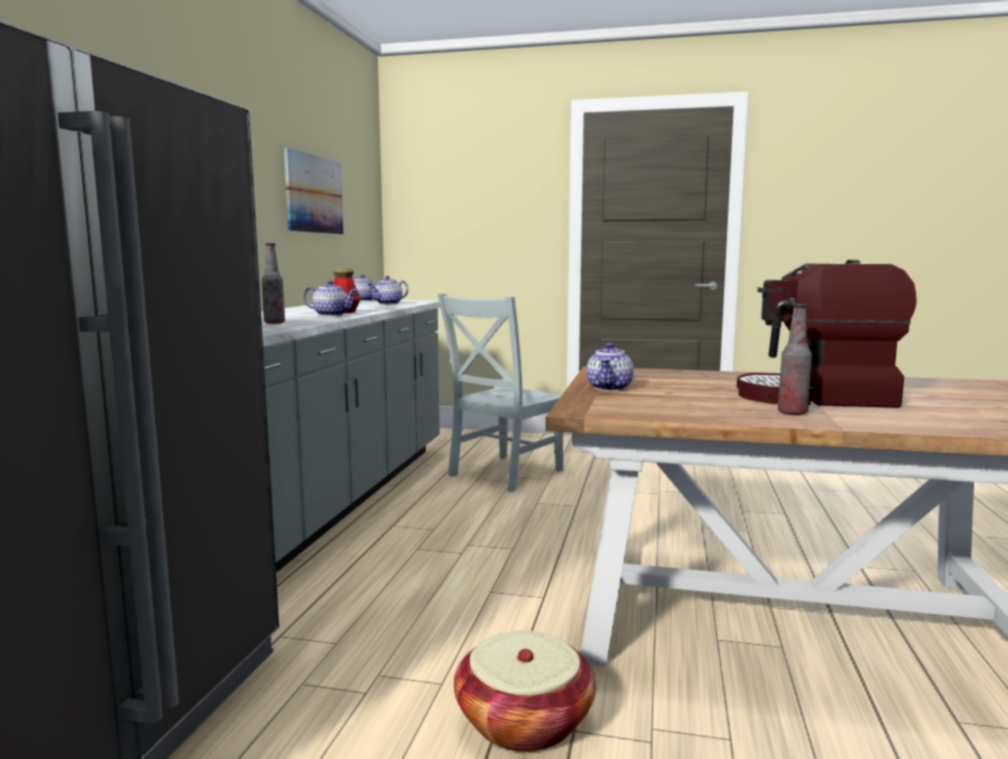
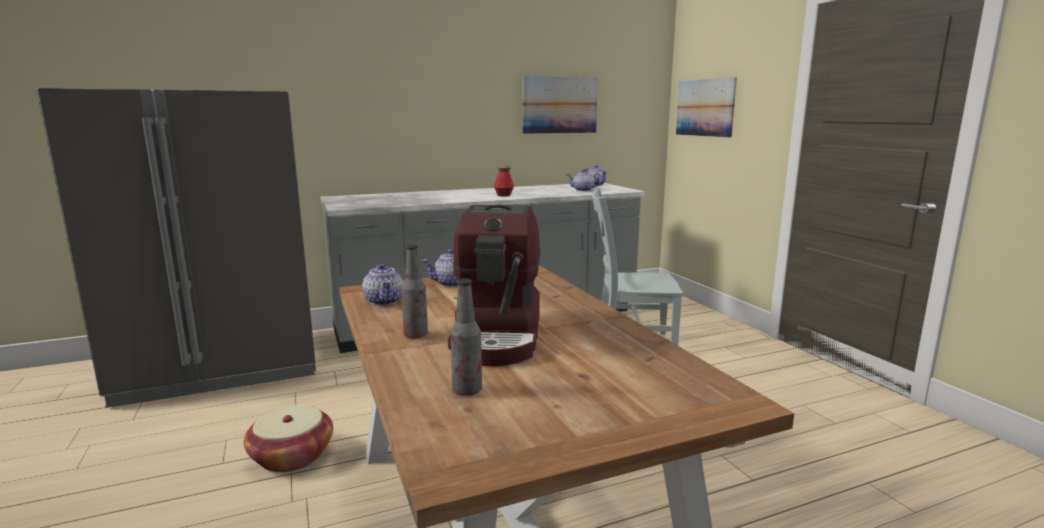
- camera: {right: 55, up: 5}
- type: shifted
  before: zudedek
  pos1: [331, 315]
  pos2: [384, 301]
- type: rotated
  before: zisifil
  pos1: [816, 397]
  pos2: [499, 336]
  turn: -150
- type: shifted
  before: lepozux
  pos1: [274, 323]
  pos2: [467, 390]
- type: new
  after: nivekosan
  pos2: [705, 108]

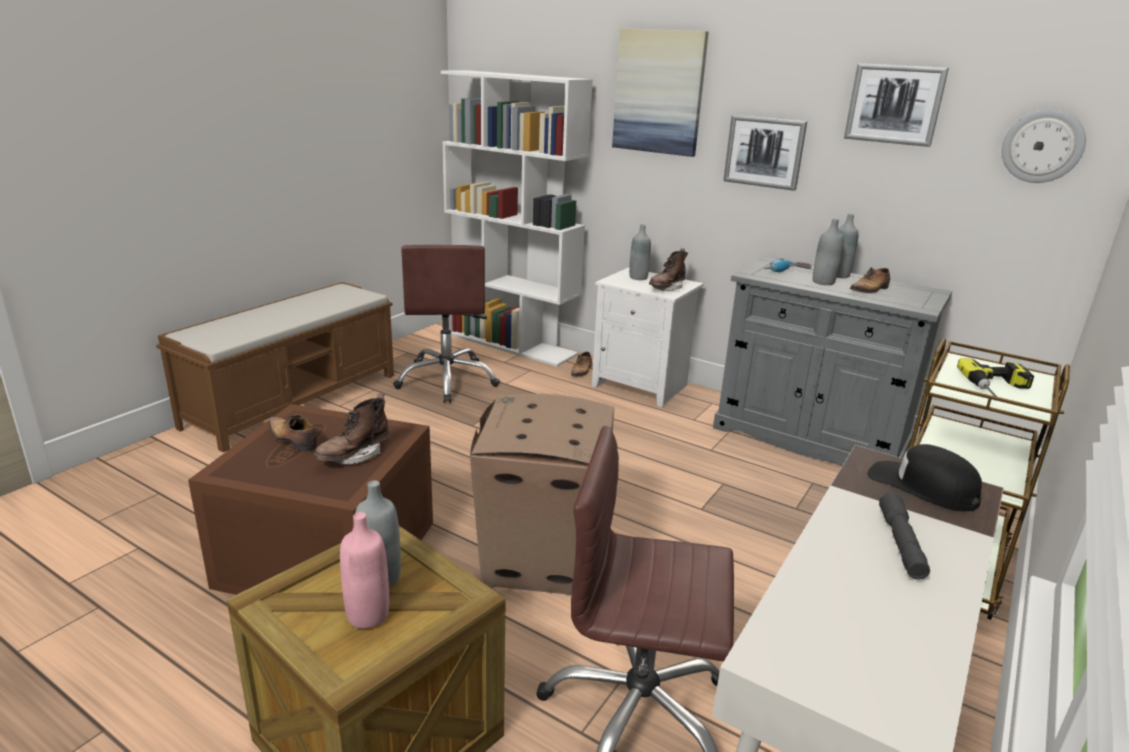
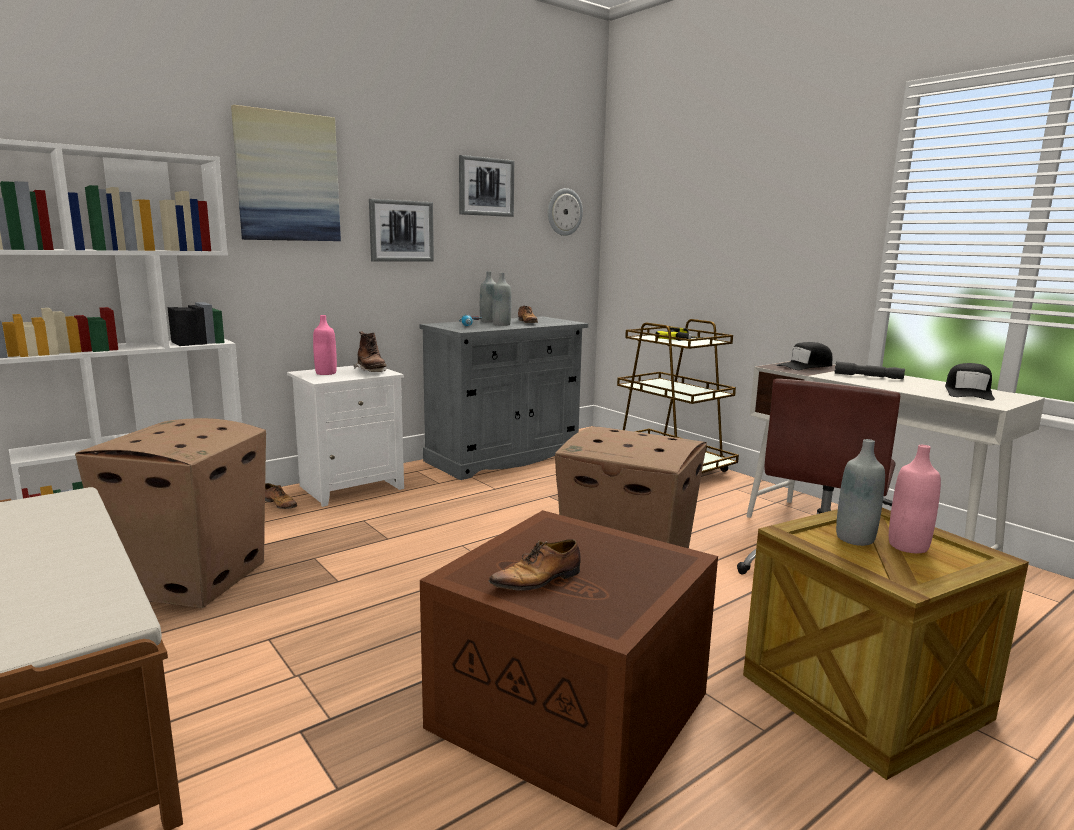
- camera: {right: -70, up: -10}
- type: swapped
  before: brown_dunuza
  after: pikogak
  pos1: [447, 380]
  pos2: [190, 580]
- type: repainted
  before: grey_lepozux
  after: pink_lepozux
  pos1: [638, 277]
  pos2: [326, 373]
- type: new
  after: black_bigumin
  pos2: [968, 393]
- type: gone
  before: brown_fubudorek
  pos1: [354, 456]

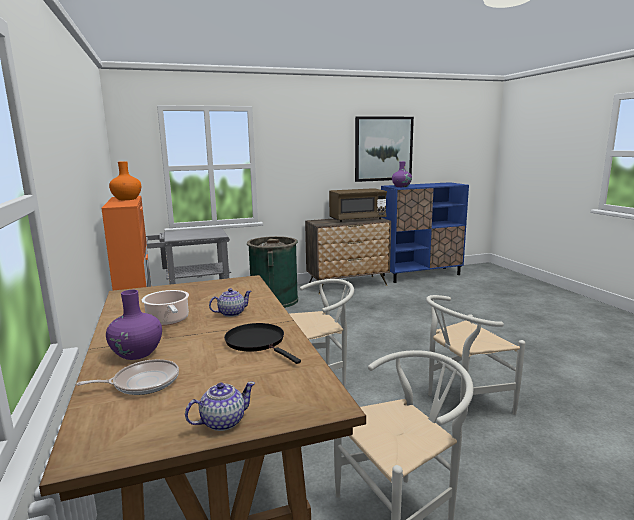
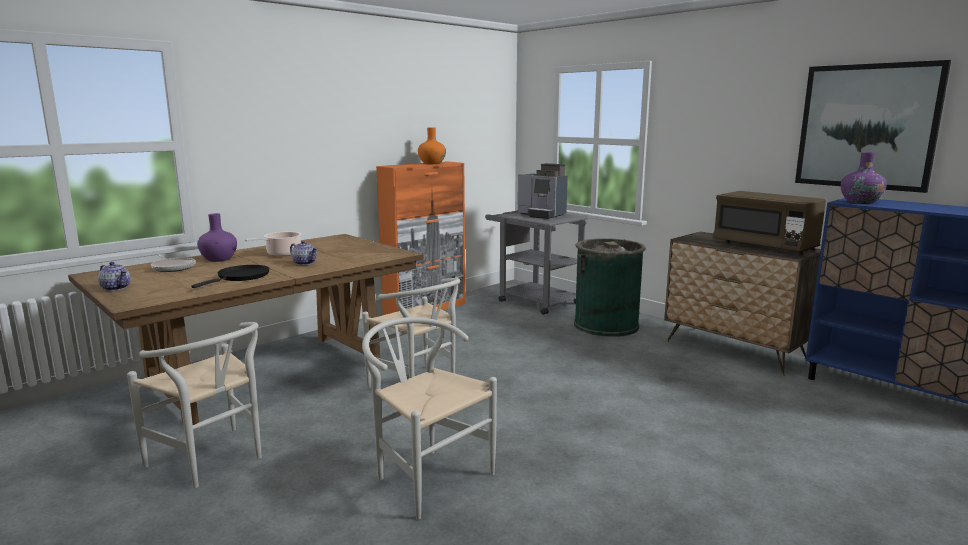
- camera: {right: 65, up: 0}
- type: new
  after: zisifil
  pos2: [542, 215]

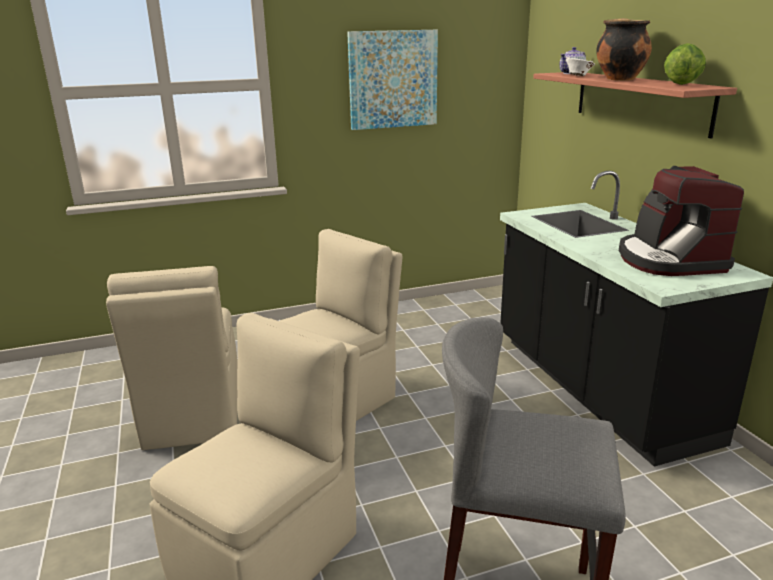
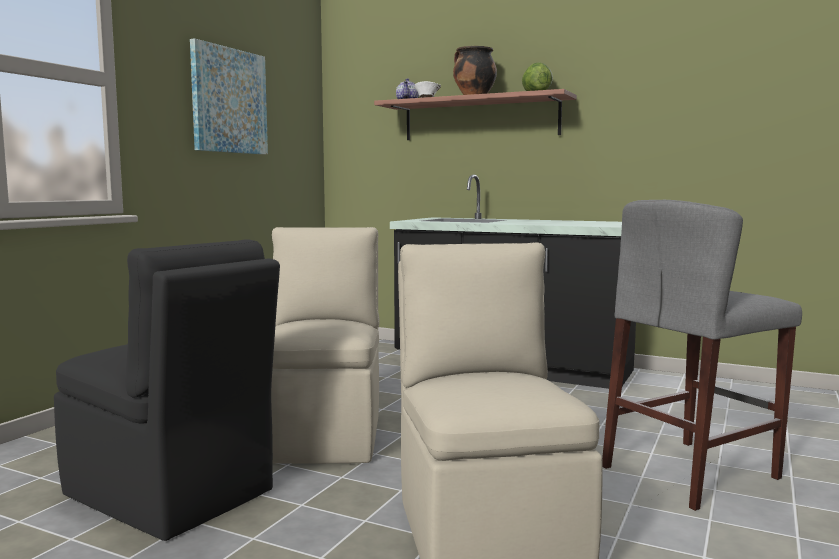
- camera: {right: -45, up: -15}
- type: repainted
  before: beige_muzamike
  after: black_muzamike
  pos1: [192, 415]
  pos2: [171, 494]
- type: gone
  before: zisifil
  pos1: [669, 260]

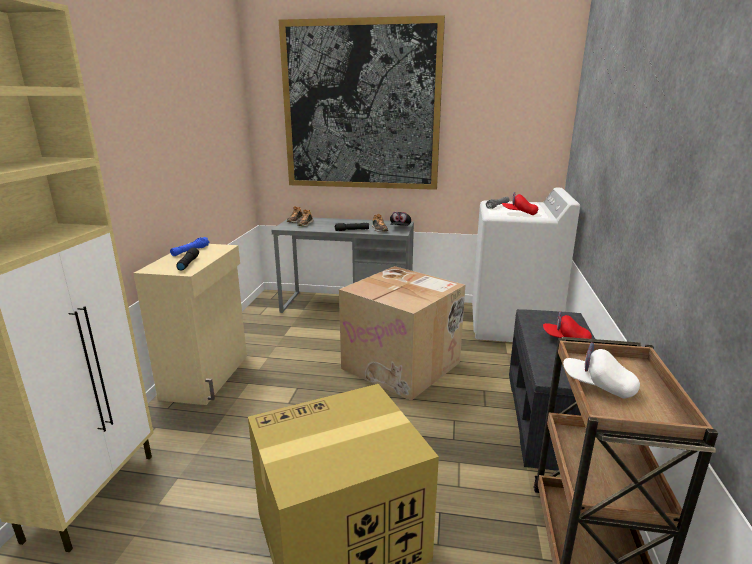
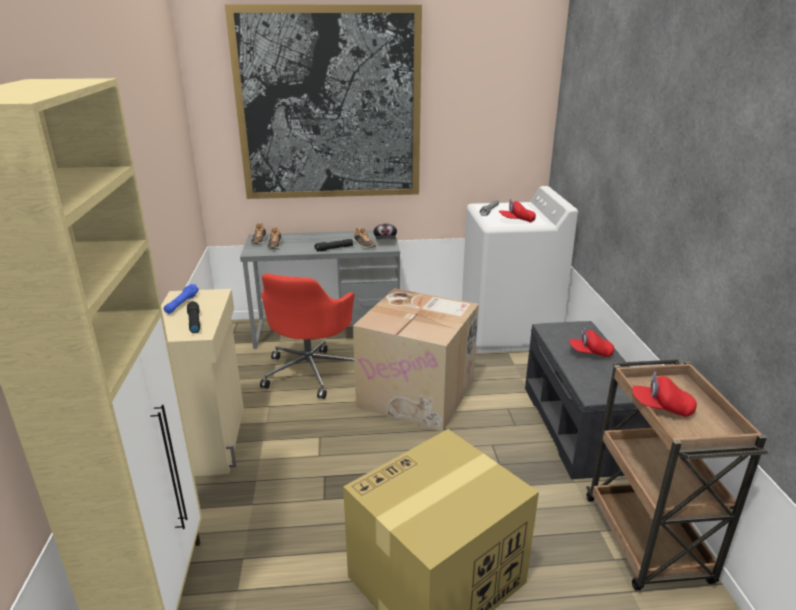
- camera: {right: -15, up: 5}
- type: new
  after: red_dunuza
  pos2: [311, 371]
- type: repainted
  before: white_bigumin
  after: red_bigumin
  pos1: [598, 386]
  pos2: [661, 407]

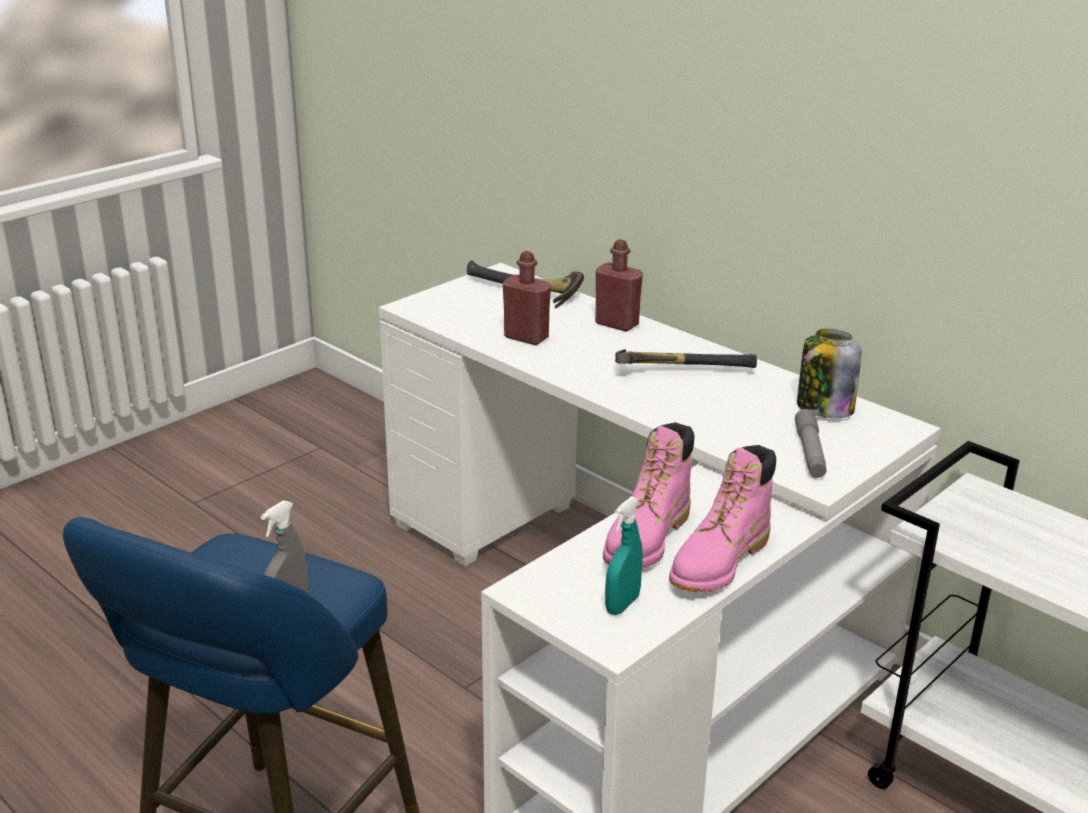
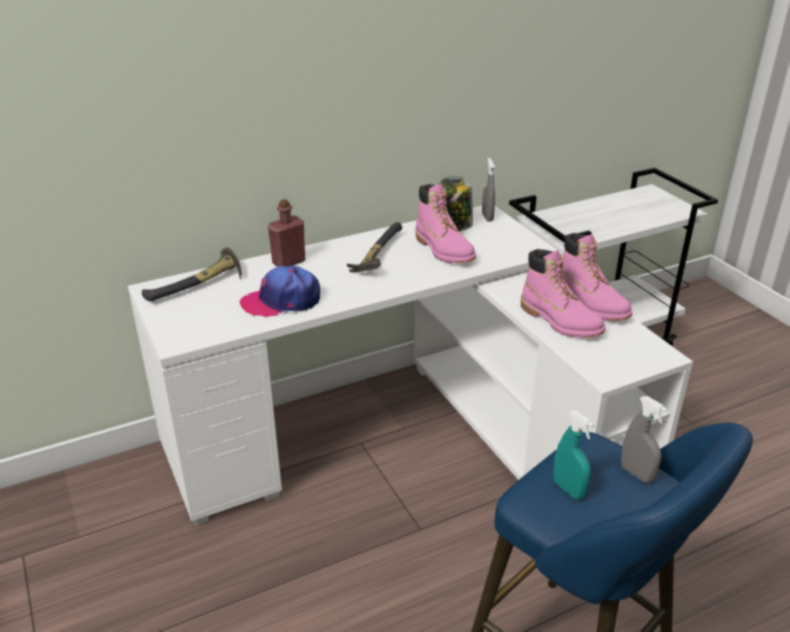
- camera: {right: -70, up: 5}
- type: swapped
  before: red_lepozux
  after: bigumin
  pos1: [526, 337]
  pos2: [281, 301]
- type: new
  after: pink_fubudorek
  pos2: [444, 250]
- type: new
  after: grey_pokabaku
  pos2: [487, 217]
- type: shifted
  before: turquoise_pokabaku
  pos1: [622, 605]
  pos2: [568, 489]
- type: gone
  before: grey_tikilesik
  pos1: [810, 452]

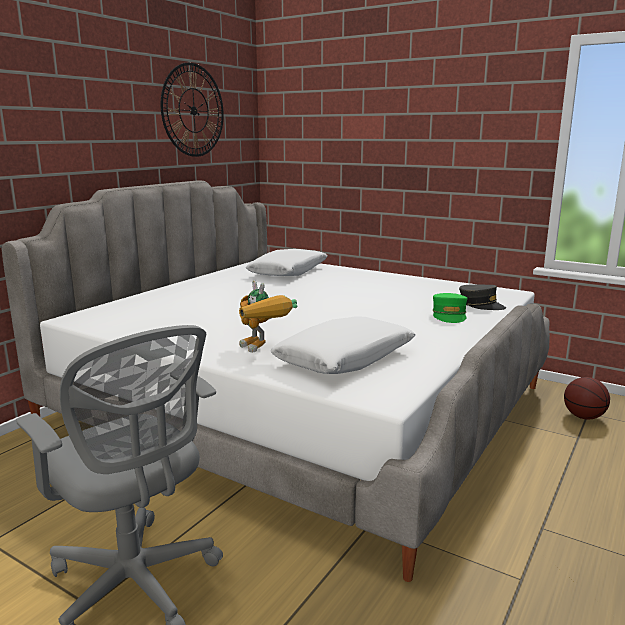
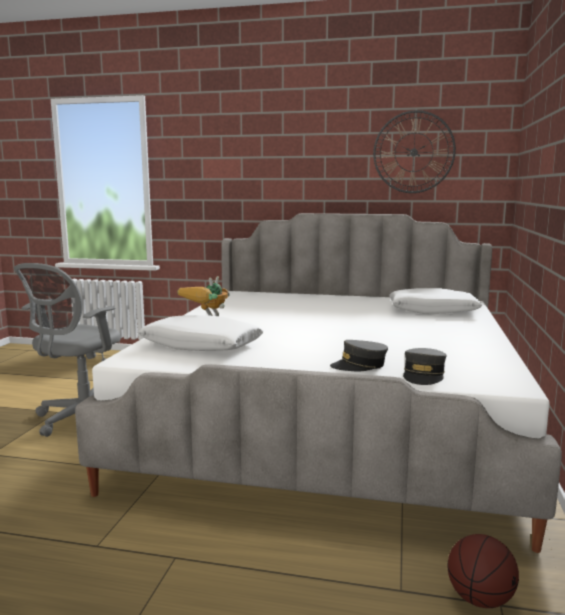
- camera: {right: 70, up: -5}
- type: repainted
  before: green_bigumin
  after: grey_bigumin
  pos1: [449, 315]
  pos2: [359, 365]

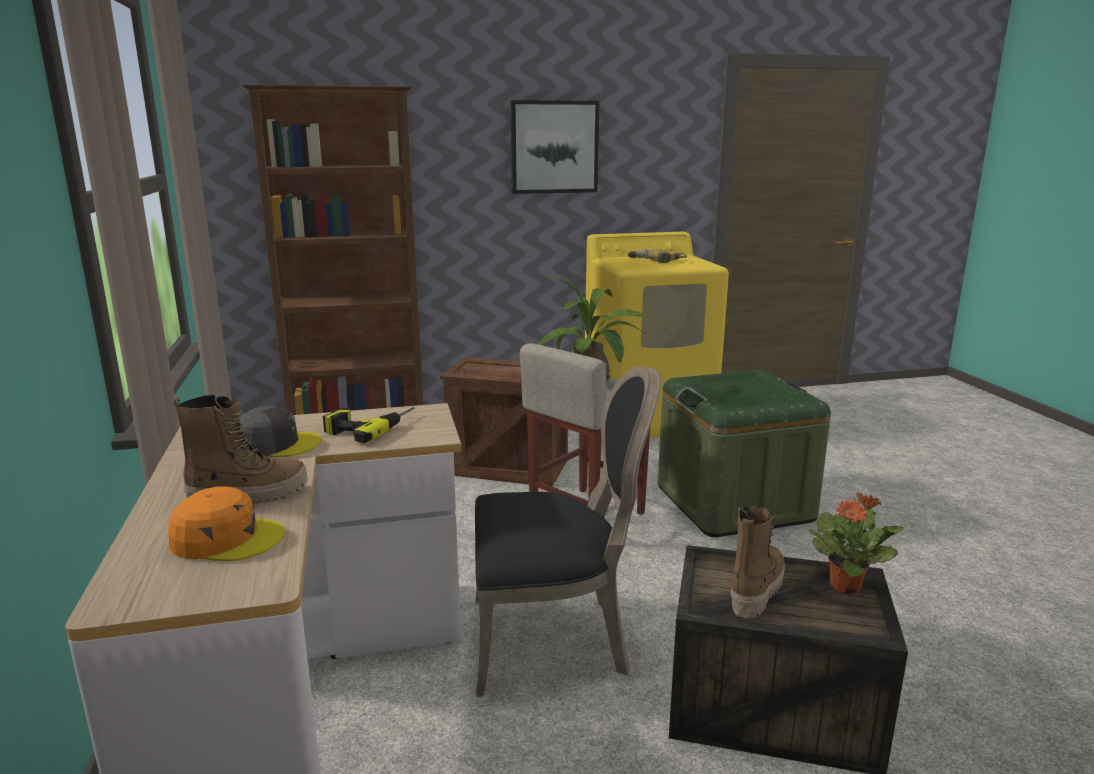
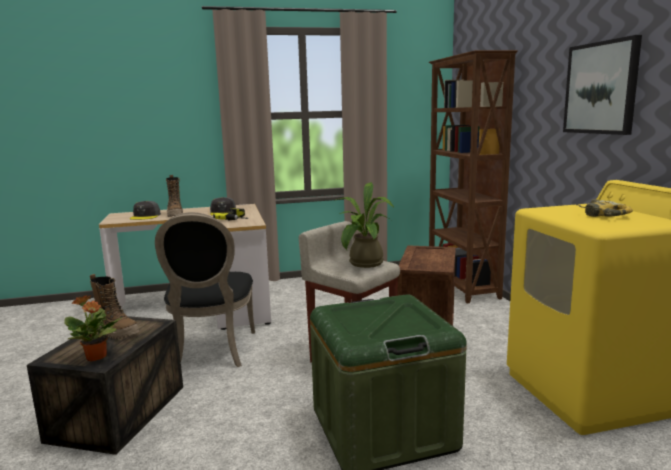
- camera: {right: 90, up: -5}
- type: repainted
  before: orange_bigumin
  after: grey_bigumin
  pos1: [227, 538]
  pos2: [145, 216]

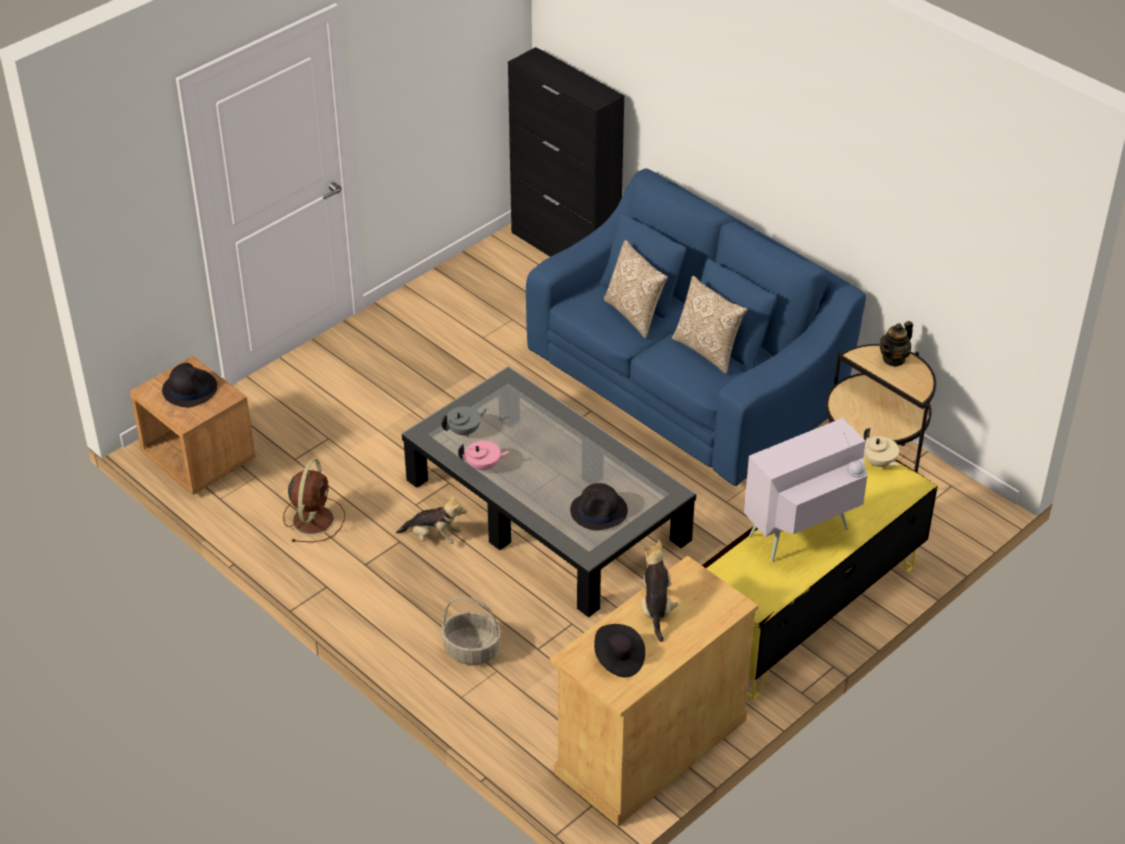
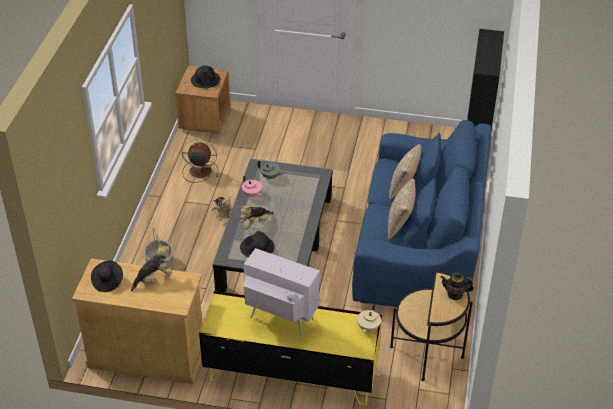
- camera: {right: 55, up: 0}
- type: rotated
  before: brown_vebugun
  pos1: [314, 518]
  pos2: [199, 171]
  turn: -150
- type: new
  after: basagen
  pos2: [255, 223]

